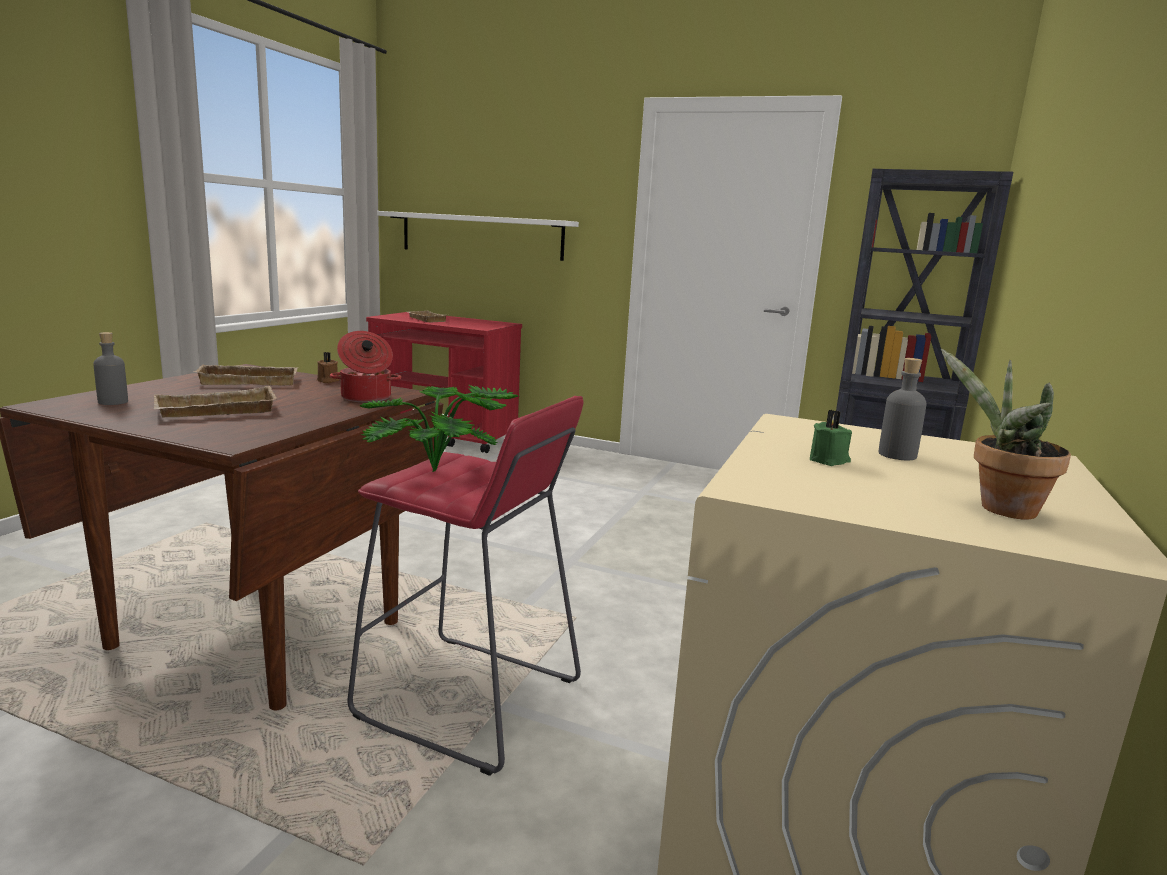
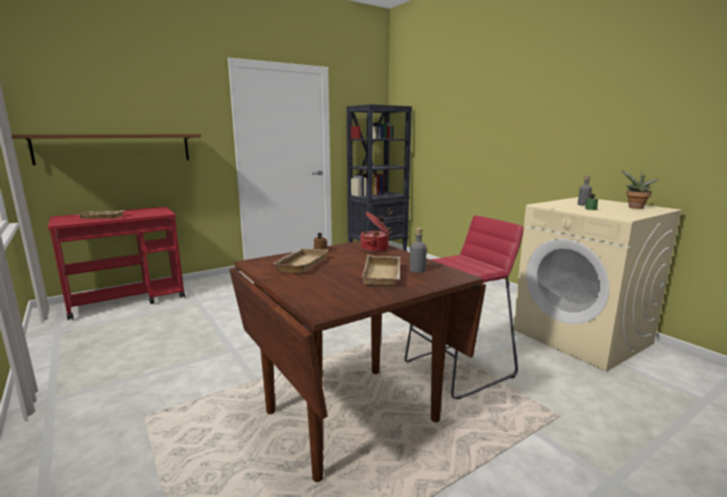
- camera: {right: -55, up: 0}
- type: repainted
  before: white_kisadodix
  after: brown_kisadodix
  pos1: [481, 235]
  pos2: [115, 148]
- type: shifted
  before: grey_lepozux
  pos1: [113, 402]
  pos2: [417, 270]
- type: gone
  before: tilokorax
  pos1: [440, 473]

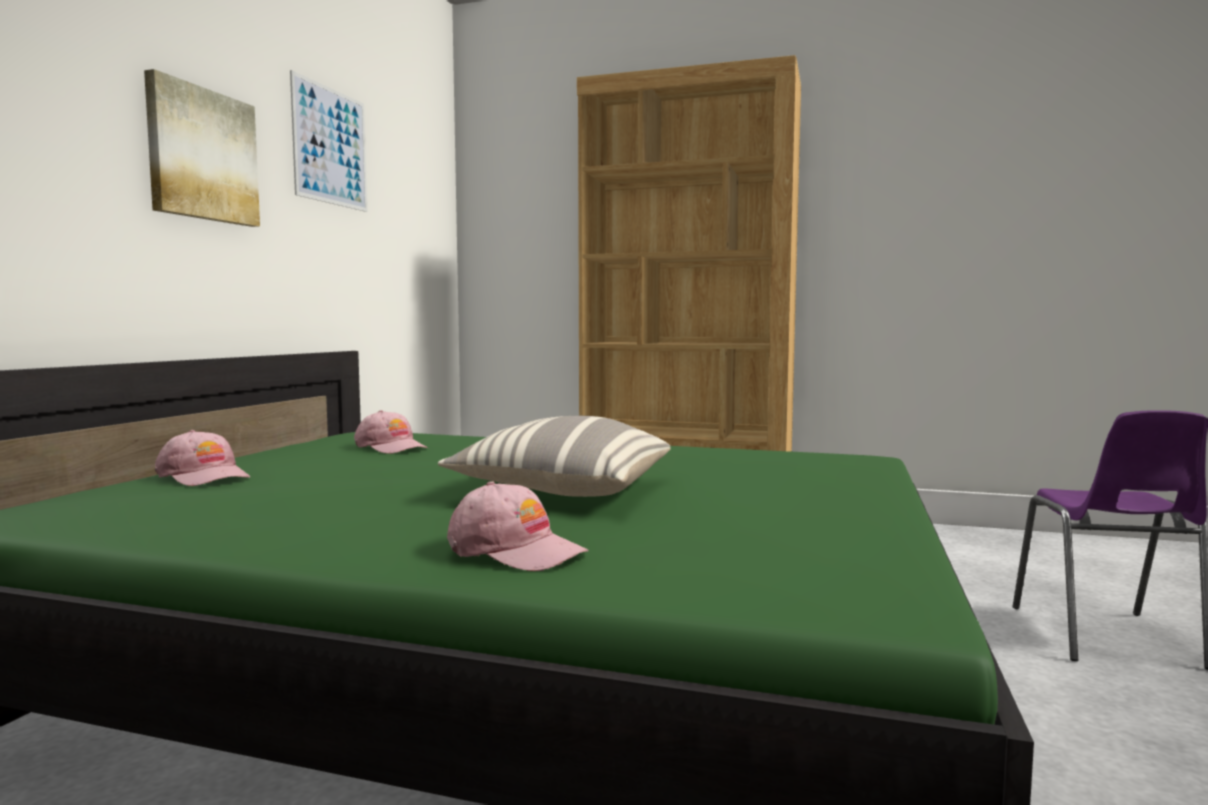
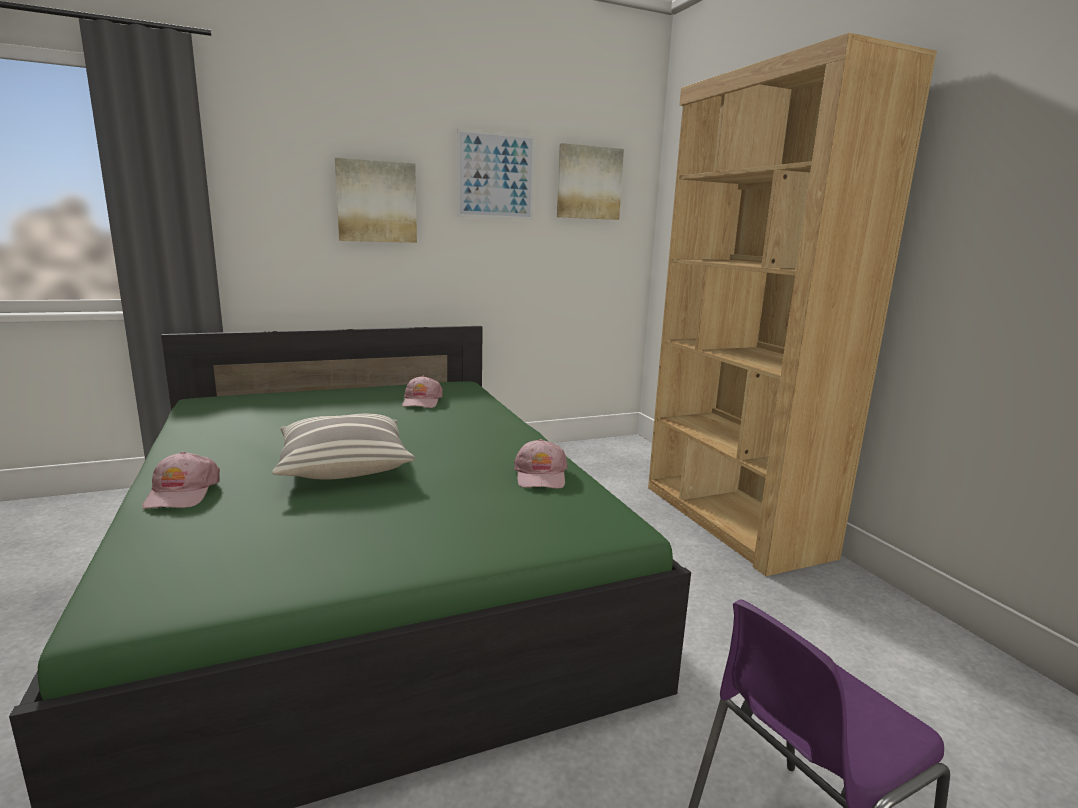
- camera: {right: 50, up: 10}
- type: shifted
  before: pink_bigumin
  pos1: [204, 476]
  pos2: [541, 475]
- type: new
  after: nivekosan
  pos2: [588, 183]

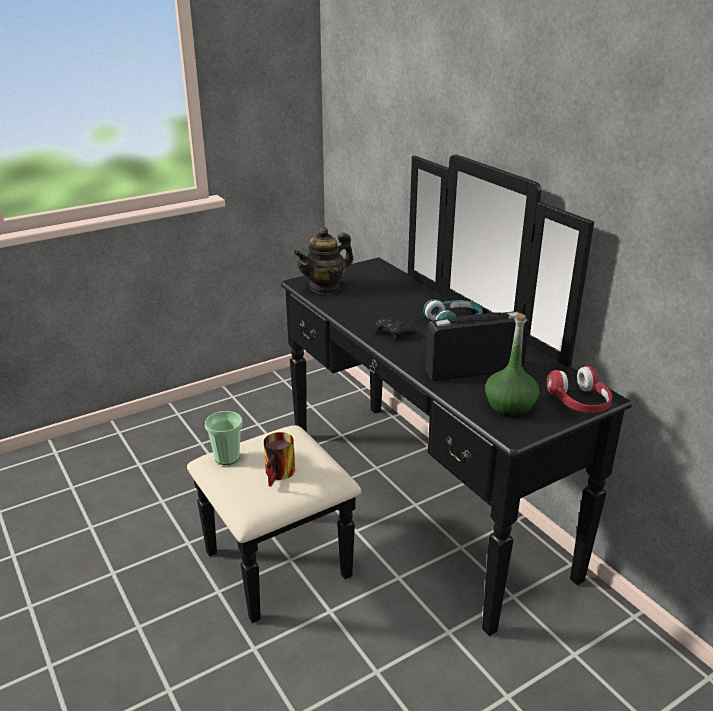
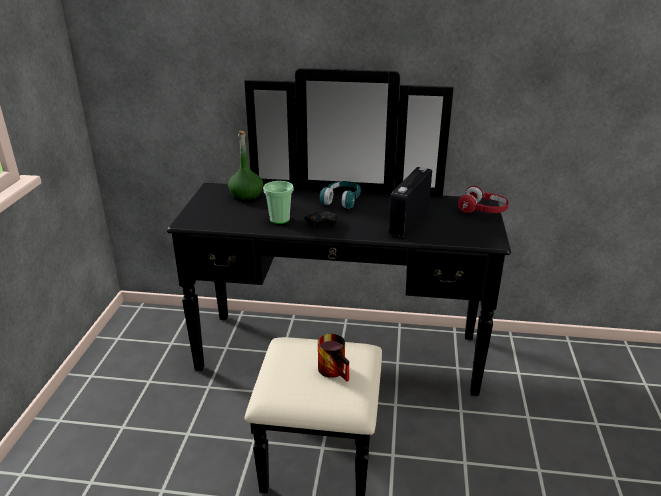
- camera: {right: -50, up: 0}
- type: shifted
  before: green_lepozux
  pos1: [510, 406]
  pos2: [246, 195]
- type: shifted
  before: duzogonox
  pos1: [227, 457]
  pos2: [279, 219]
- type: gone
  before: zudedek
  pos1: [325, 287]

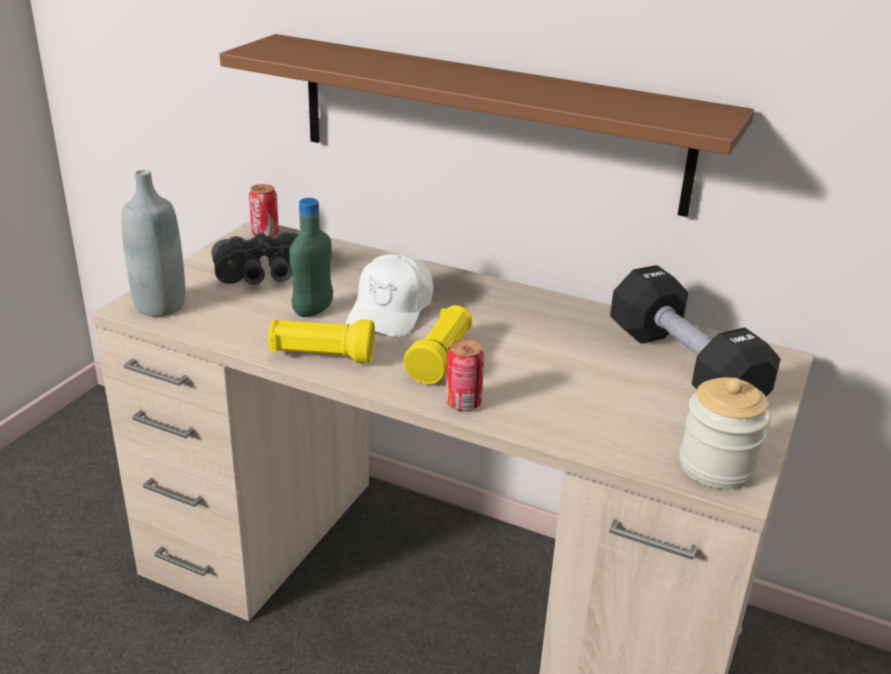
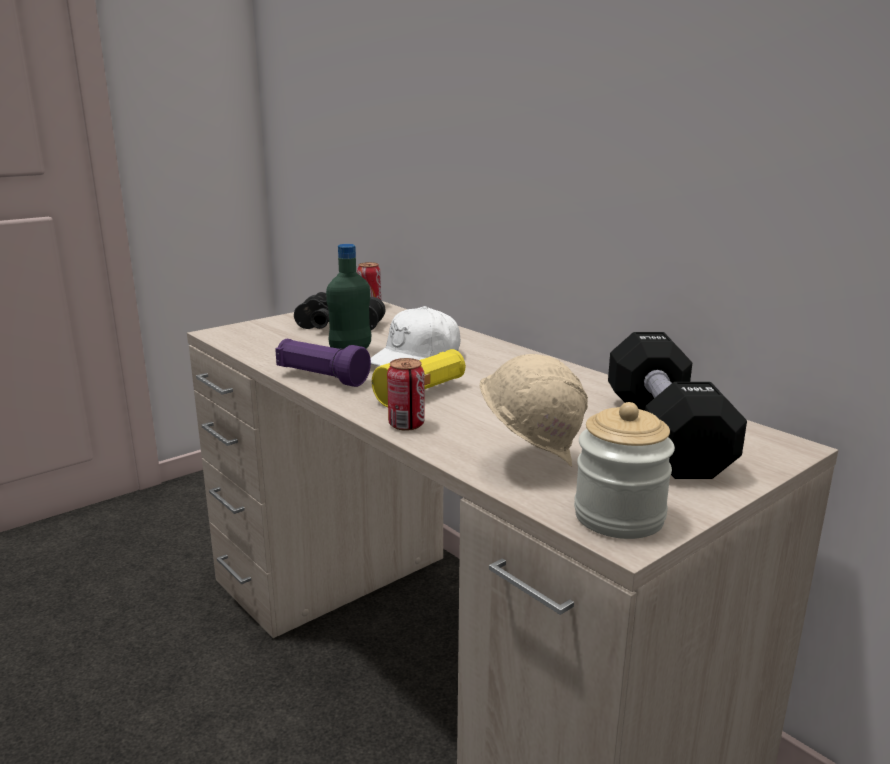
- camera: {right: 25, up: -10}
- type: repainted
  before: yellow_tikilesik
  after: purple_tikilesik
  pos1: [321, 356]
  pos2: [321, 378]
- type: new
  after: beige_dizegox
  pos2: [529, 461]
- type: gone
  before: grey_lepozux
  pos1: [160, 306]
- type: gone
  before: brown_kisadodix
  pos1: [488, 122]

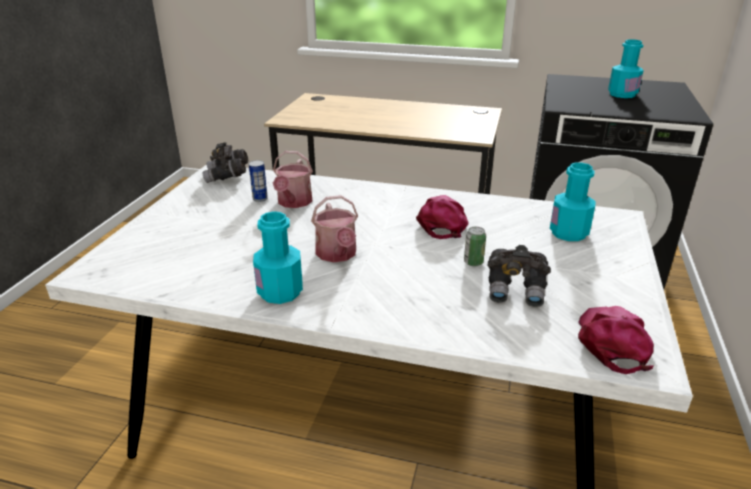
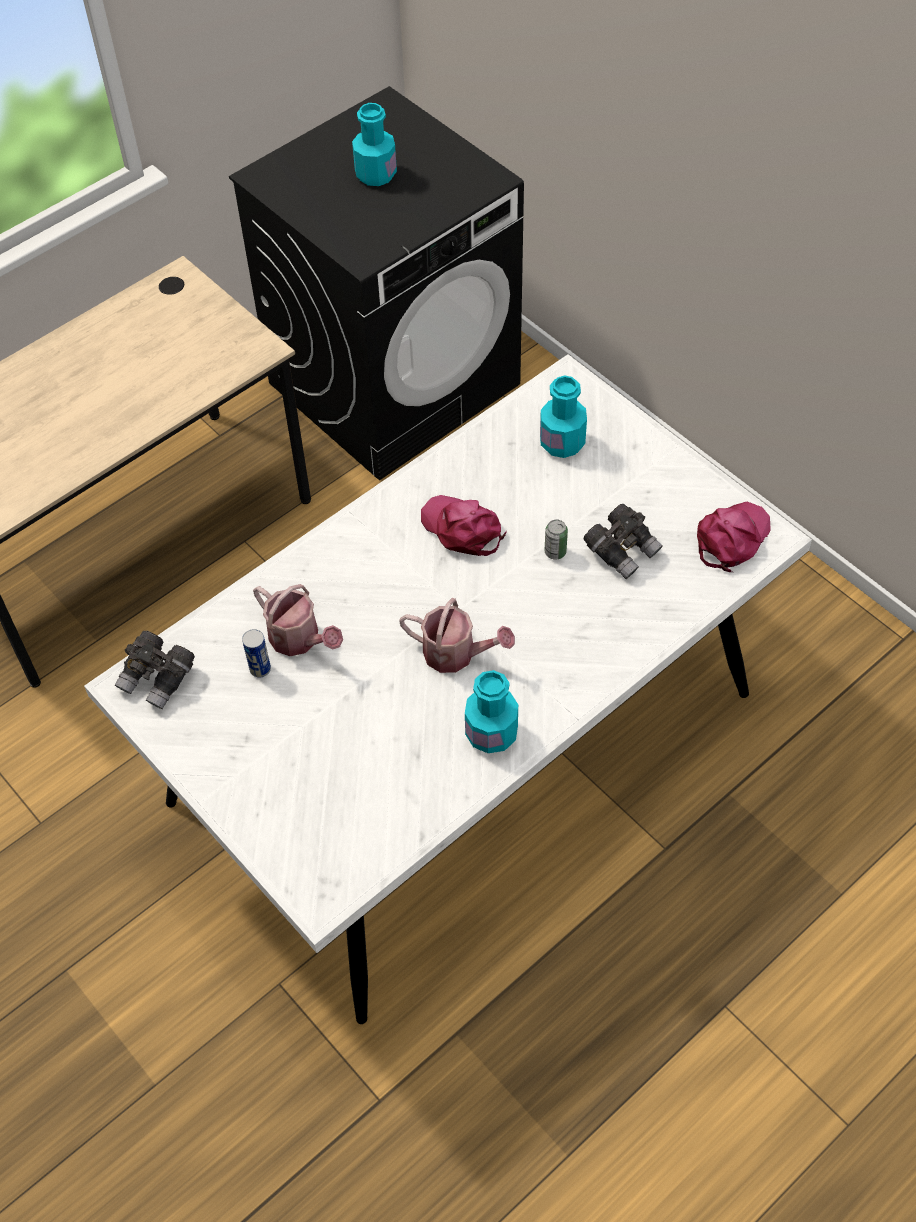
- camera: {right: -55, up: 25}
- type: rotated
  before: pink_bigumin
  pos1: [612, 342]
  pos2: [731, 538]
  turn: 90

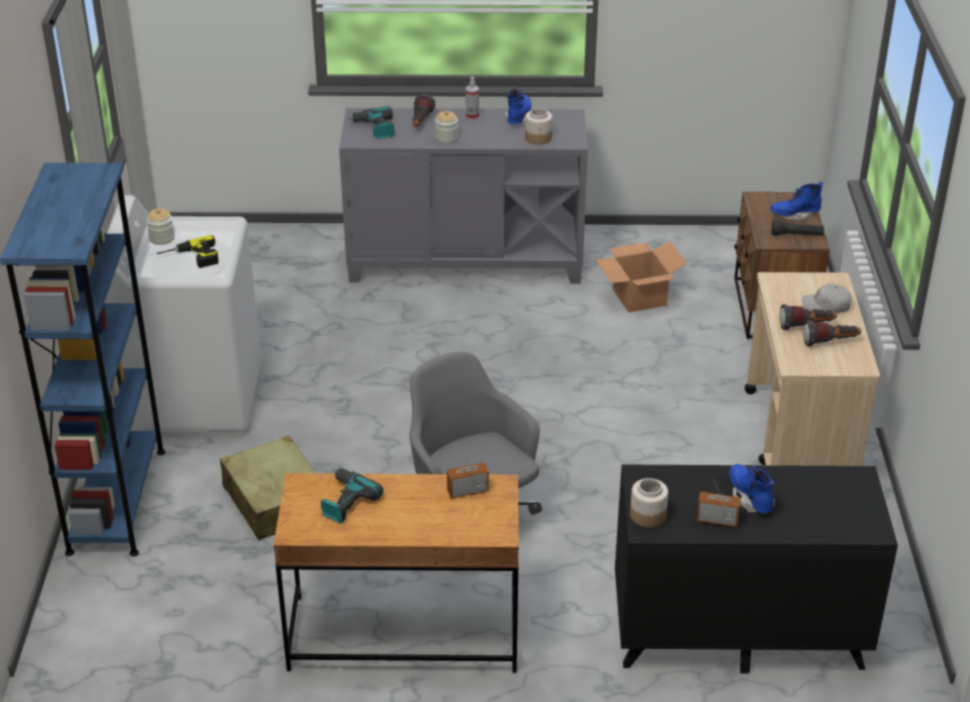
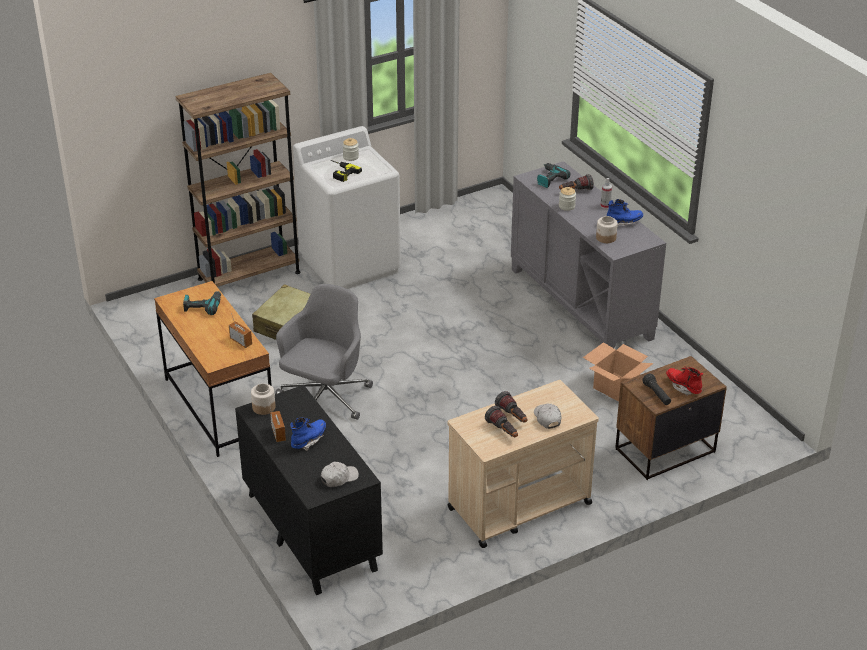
- camera: {right: 60, up: 0}
- type: repainted
  before: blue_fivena
  after: brown_fivena
  pos1: [117, 500]
  pos2: [249, 276]
- type: new
  after: white_bigumin
  pos2: [339, 478]
- type: repainted
  before: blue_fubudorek
  after: red_fubudorek
  pos1: [794, 215]
  pos2: [683, 387]

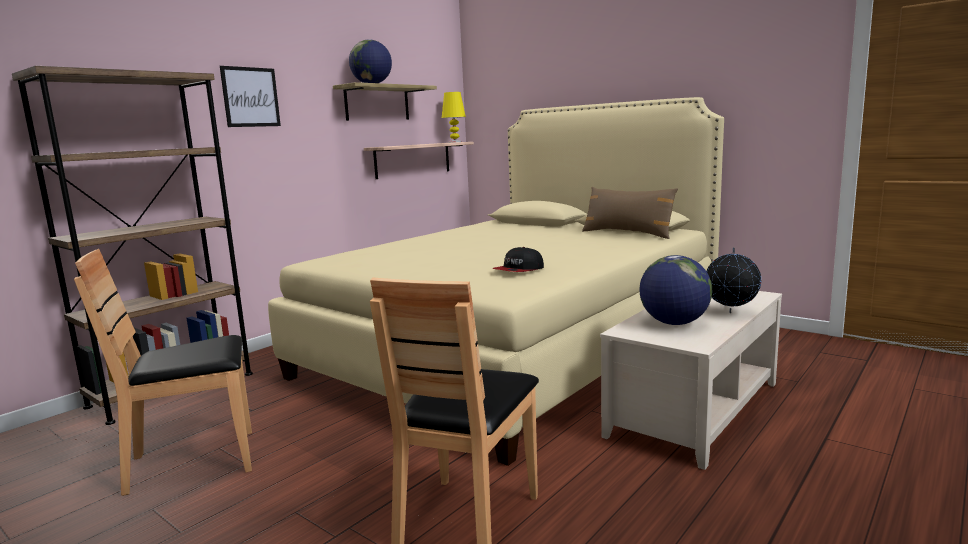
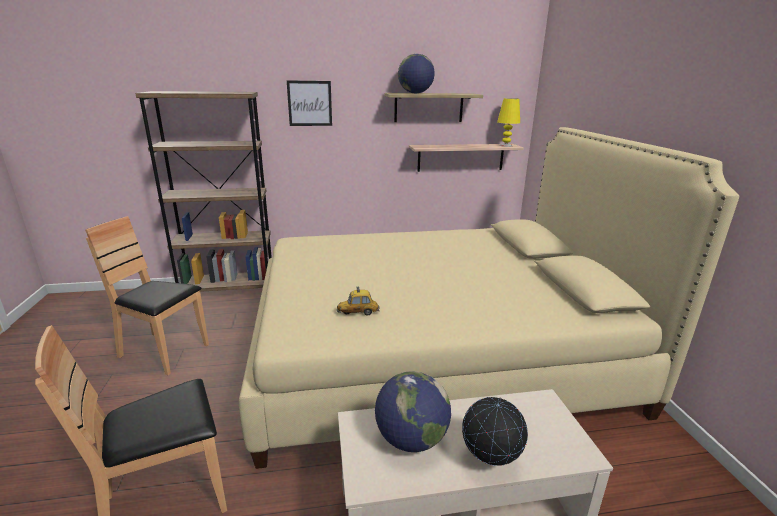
- camera: {right: 40, up: 10}
- type: swapped
  before: bigumin
  after: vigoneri
  pos1: [519, 270]
  pos2: [358, 313]
- type: gone
  before: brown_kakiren
  pos1: [627, 233]

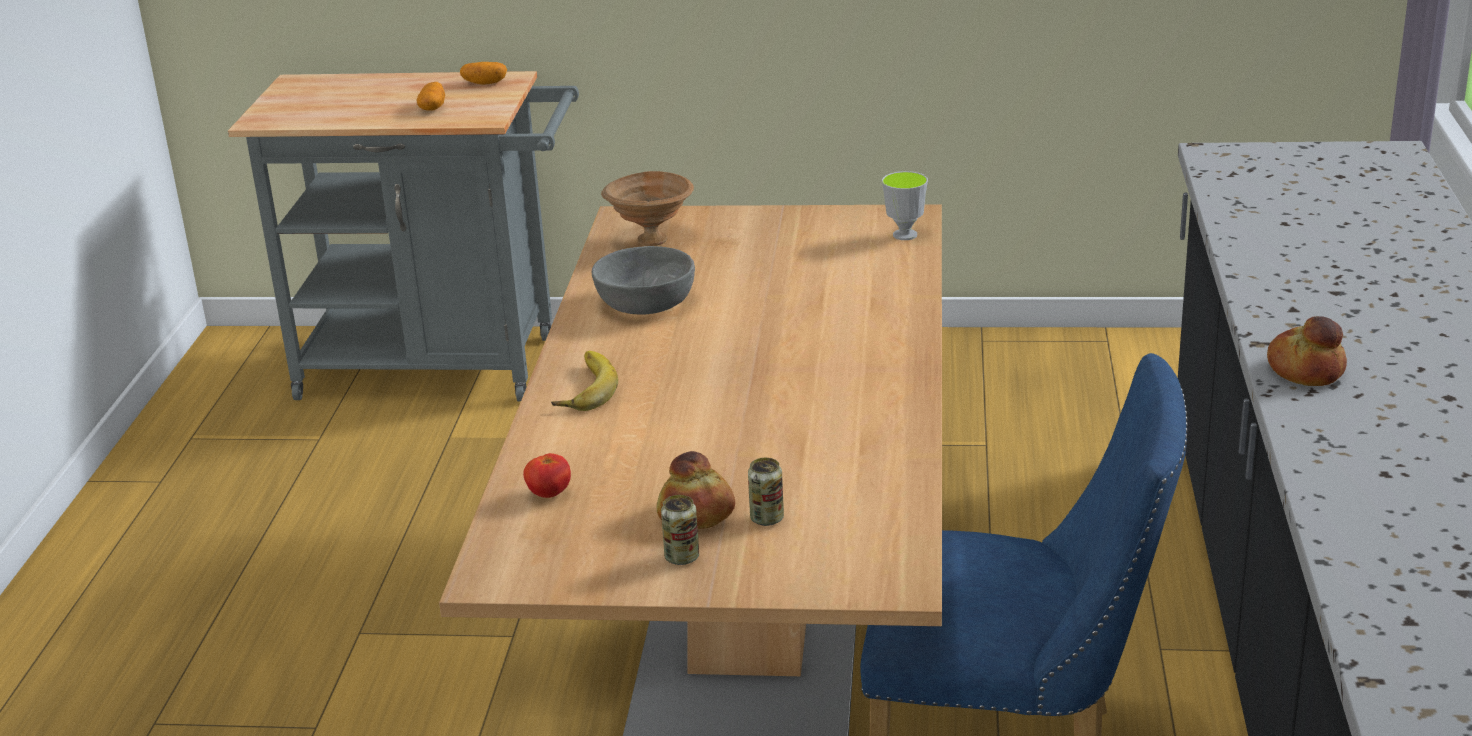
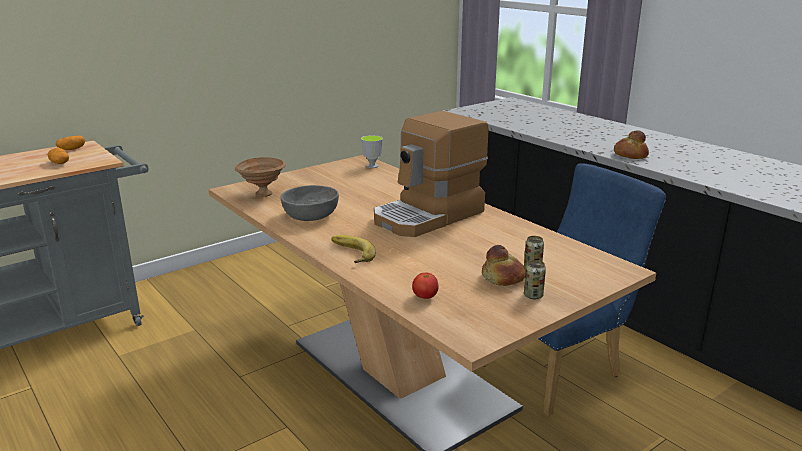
- camera: {right: -45, up: -5}
- type: new
  after: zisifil
  pos2: [429, 216]

